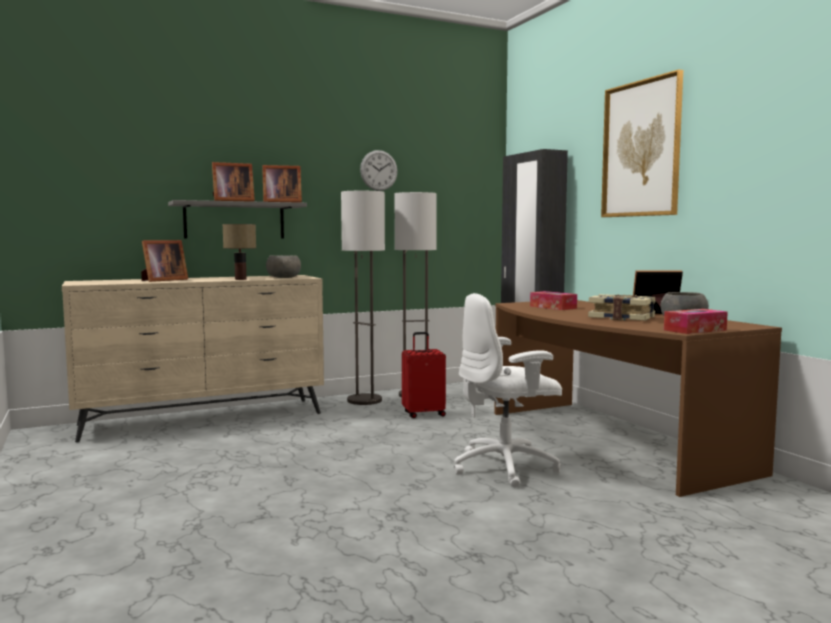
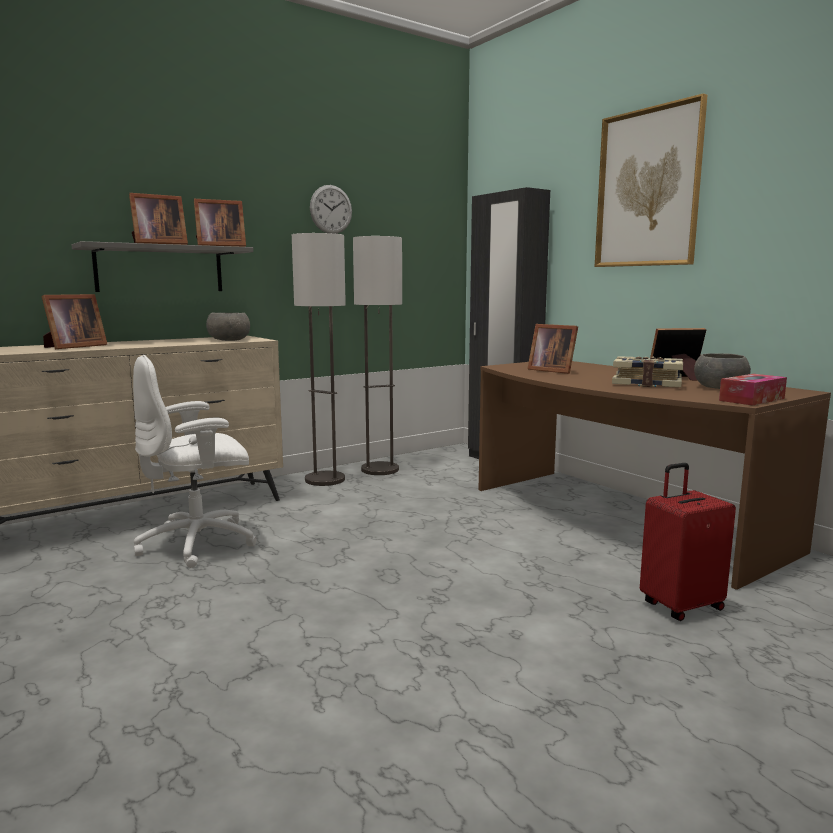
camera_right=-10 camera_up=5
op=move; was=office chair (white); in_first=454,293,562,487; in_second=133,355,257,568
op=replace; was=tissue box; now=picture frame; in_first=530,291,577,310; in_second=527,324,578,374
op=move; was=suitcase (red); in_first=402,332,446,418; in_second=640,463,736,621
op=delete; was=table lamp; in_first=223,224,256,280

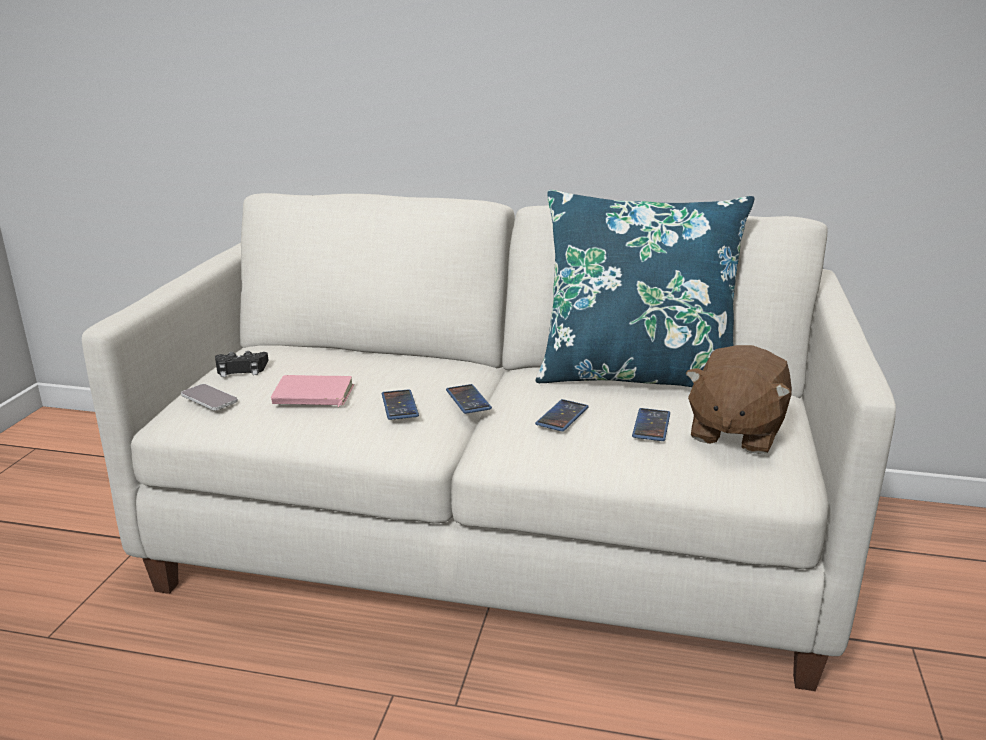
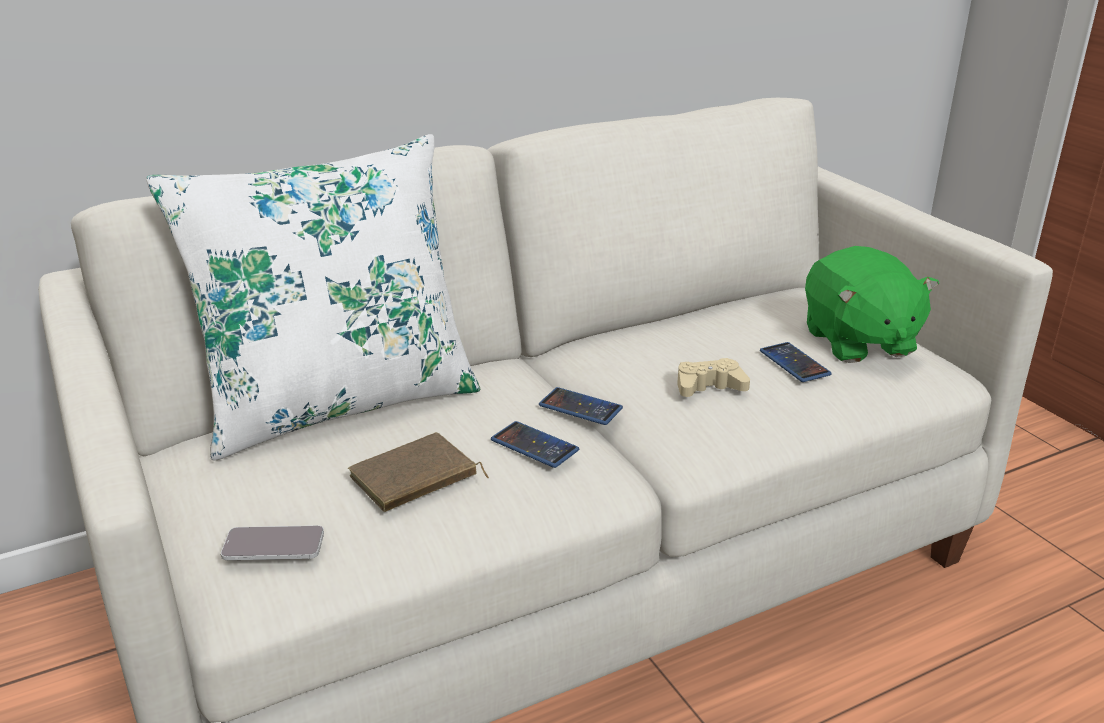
camera_right=-40 camera_up=5
op=insert; now=pillow (white); in_second=146,134,480,461
op=recolor; was=book (pink); now=book (brown); in_first=271,375,354,407; in_second=348,432,489,512
op=replace; was=phone; now=game controller (beige); in_first=535,399,589,432; in_second=677,358,750,397
op=recolor; was=plush toy (brown); now=plush toy (green); in_first=686,345,792,454; in_second=805,246,939,363
op=delete; was=game controller (black); in_first=215,351,268,377
op=delete; was=pillow (blue); in_first=535,190,755,387

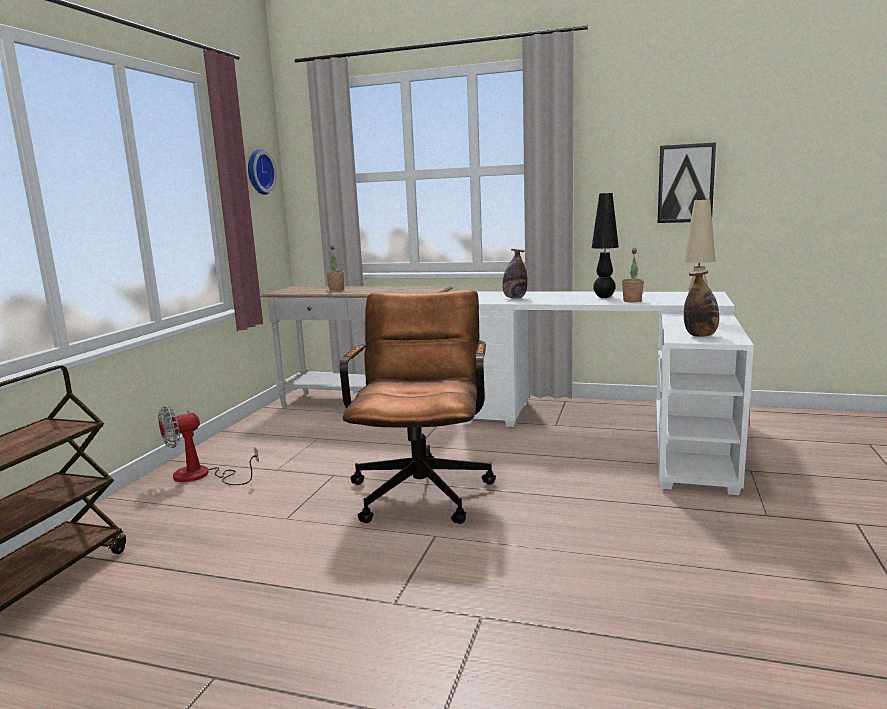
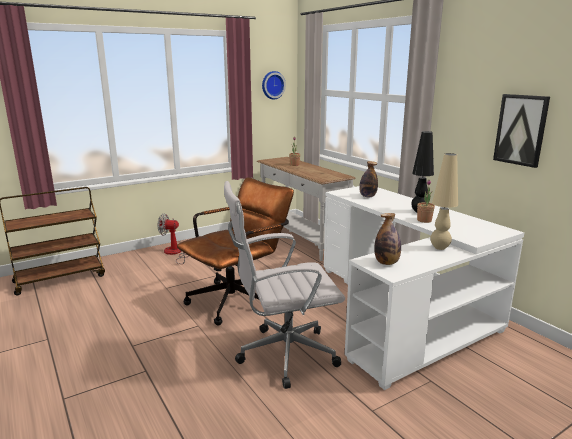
camera_right=40 camera_up=5
op=insert; now=office chair (white); in_second=224,181,345,389

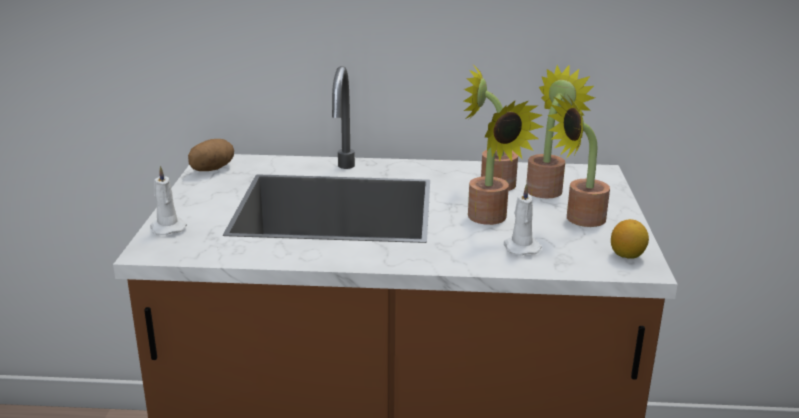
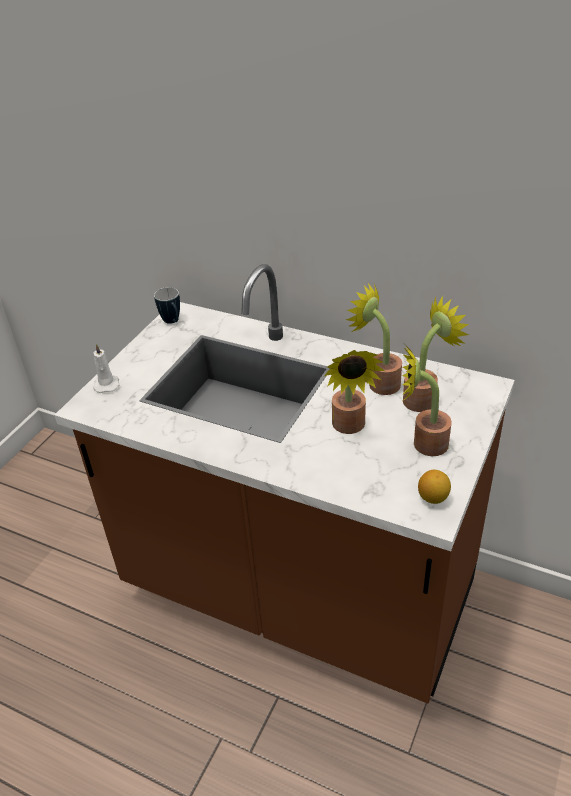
camera_right=25 camera_up=15
op=replace; was=potato; now=mug; in_first=188,139,234,171; in_second=154,287,180,324
op=delete; was=candle (white); in_first=504,183,542,256

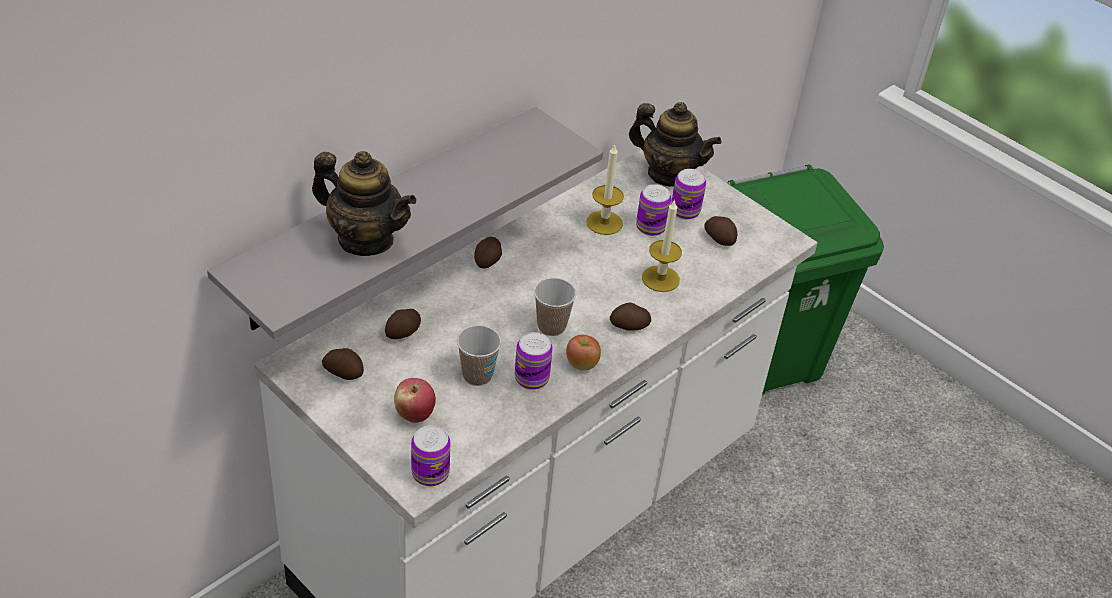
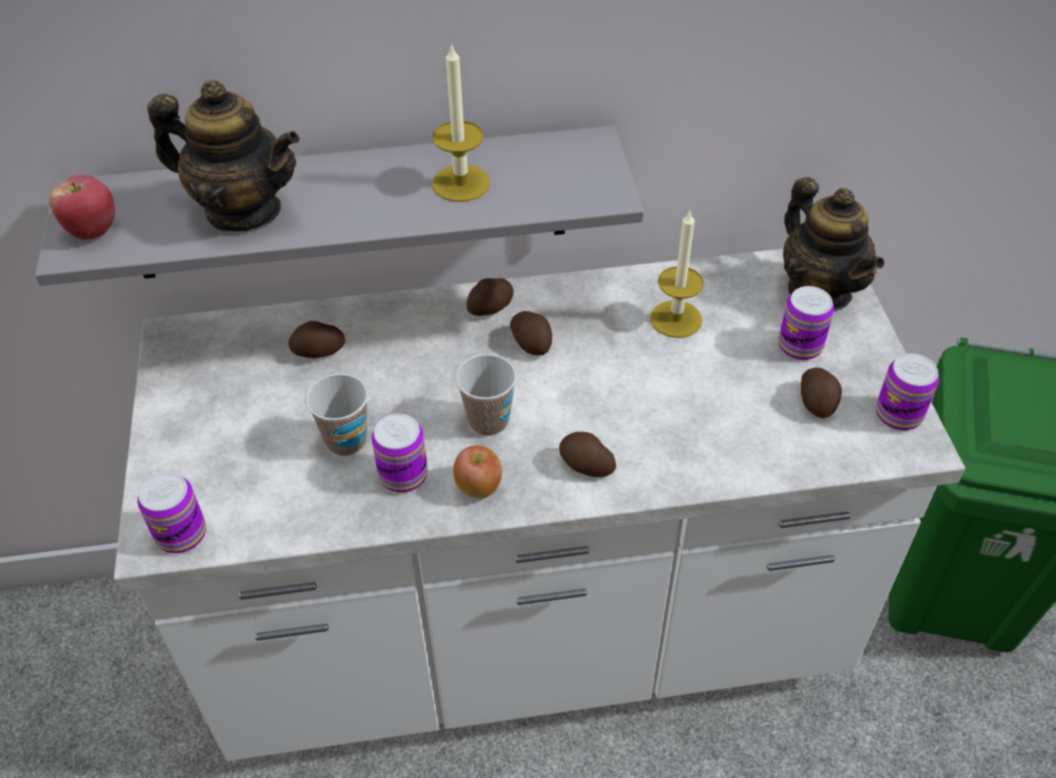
camera_right=40 camera_up=5
op=move; was=apple; in_first=394,378,436,423; in_second=49,175,115,240
op=rotate; was=teapot; in_first=312,151,417,256; in_second=148,80,300,232; clockwise=-45
op=move; was=candle; in_first=642,199,682,292; in_second=432,43,490,202
op=move; was=potato; in_first=322,348,364,380; in_second=510,311,552,355
op=move; was=can; in_first=636,184,672,236; in_second=876,353,939,431

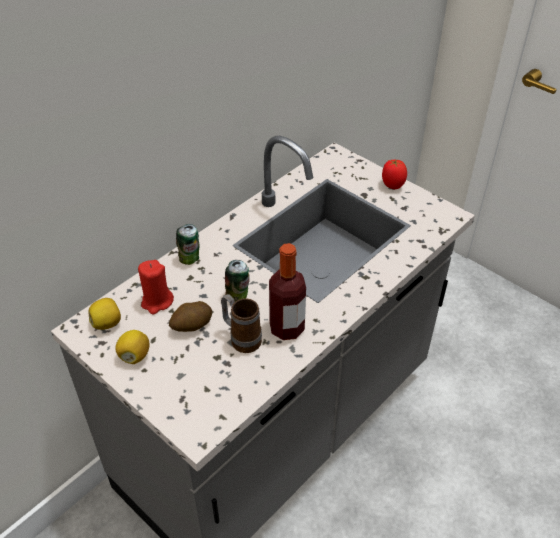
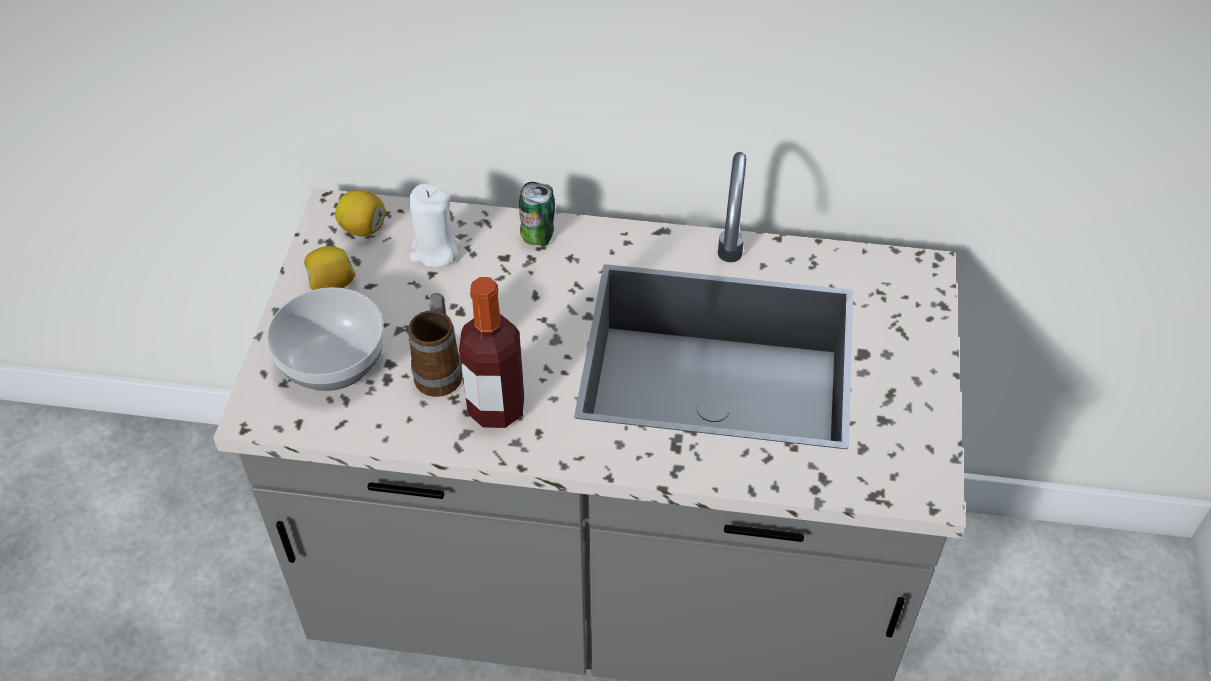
camera_right=55 camera_up=5
op=insert; now=bowl; in_second=267,287,384,391
op=recolor; was=candle (red); now=candle (white); in_first=138,260,174,314; in_second=409,184,460,267
op=delete; was=potato; in_first=169,301,212,332
op=delete; was=can; in_first=225,260,250,302
op=delete; was=tomato; in_first=382,160,407,189

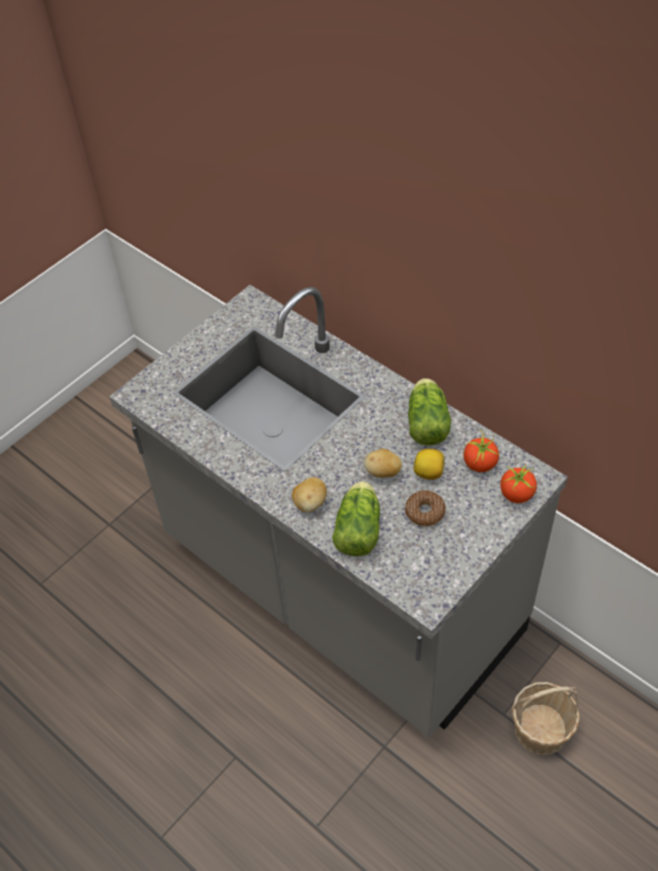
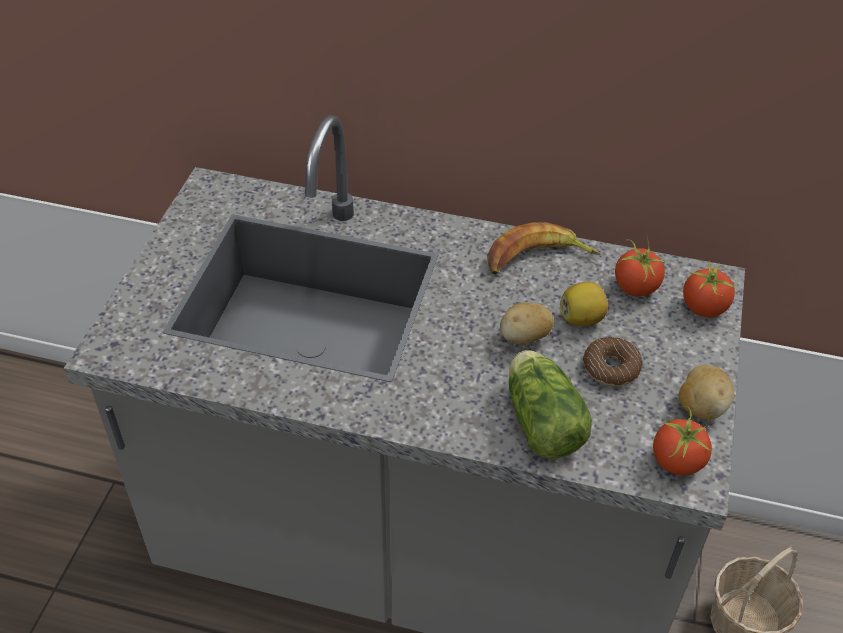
camera_right=-30 camera_up=-5
op=replace; was=lettuce; now=banana; in_first=408,378,451,446; in_second=487,222,601,275
op=insert; now=tomato; in_second=653,406,712,475
op=move; was=potato; in_first=292,477,327,513; in_second=679,365,734,420

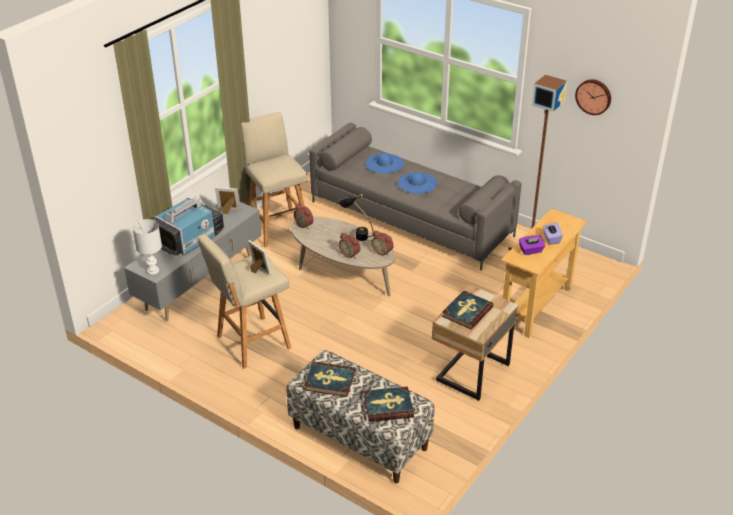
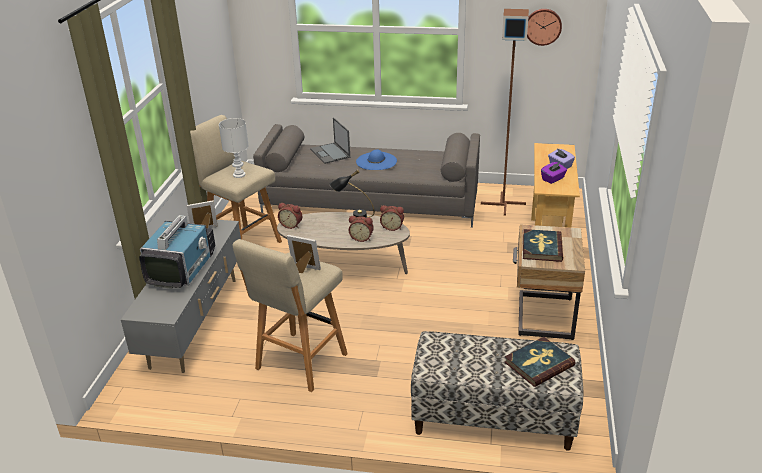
camera_right=-25 camera_up=-5
op=move; was=table lamp (white); in_first=133,219,162,275; in_second=219,118,249,178
op=replace; was=hat (blue); now=laptop; in_first=366,153,404,174; in_second=310,117,350,164
op=delete; was=book; in_first=304,361,355,397

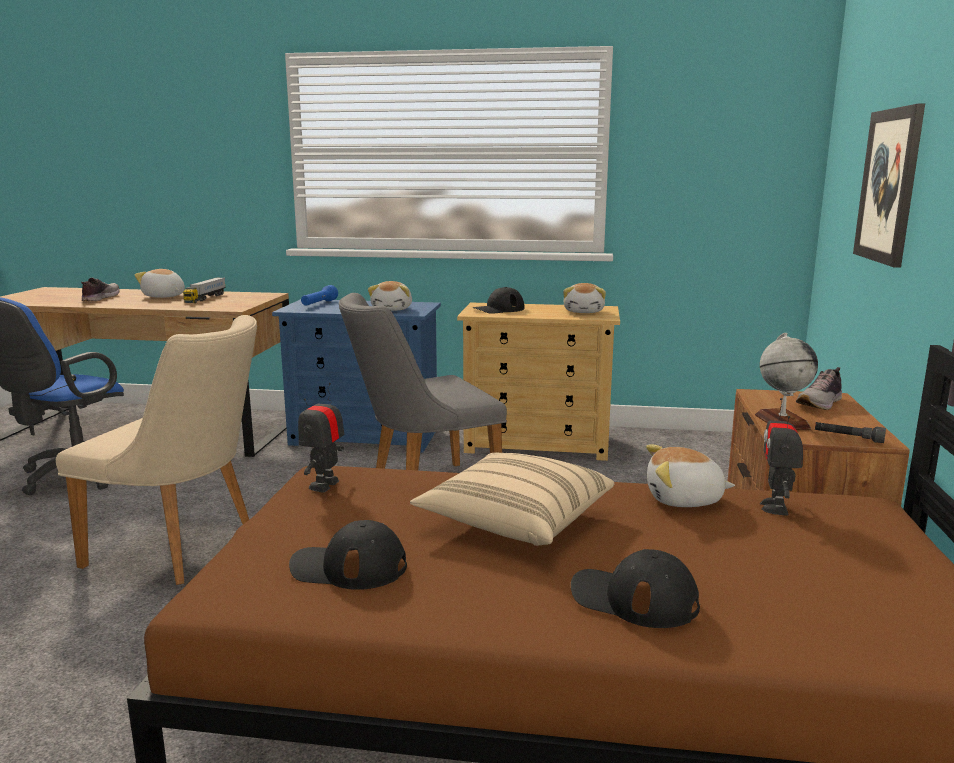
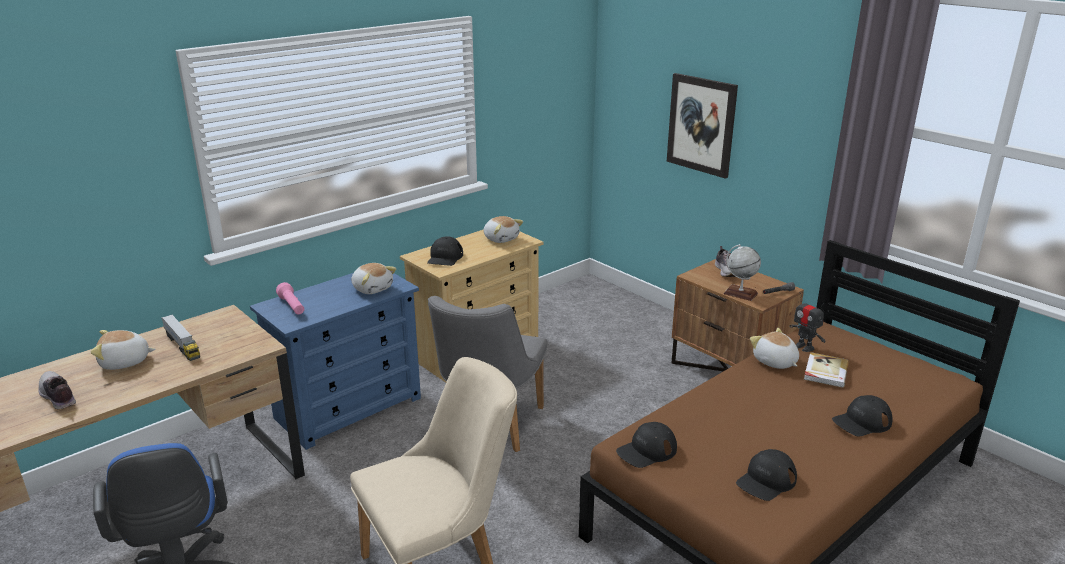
camera_right=-50 camera_up=10
op=recolor; was=flashlight (blue); now=flashlight (pink); in_first=301,285,338,305; in_second=276,282,304,314
op=replace; was=toy robot; now=cap (black); in_first=298,383,344,492; in_second=616,422,677,468
op=rotate; was=plush toy; in_first=646,444,735,507; in_second=750,328,799,369; clockwise=105
op=insert; now=book; in_second=804,352,849,388
op=delete; was=pillow (beige); in_first=410,453,615,546

